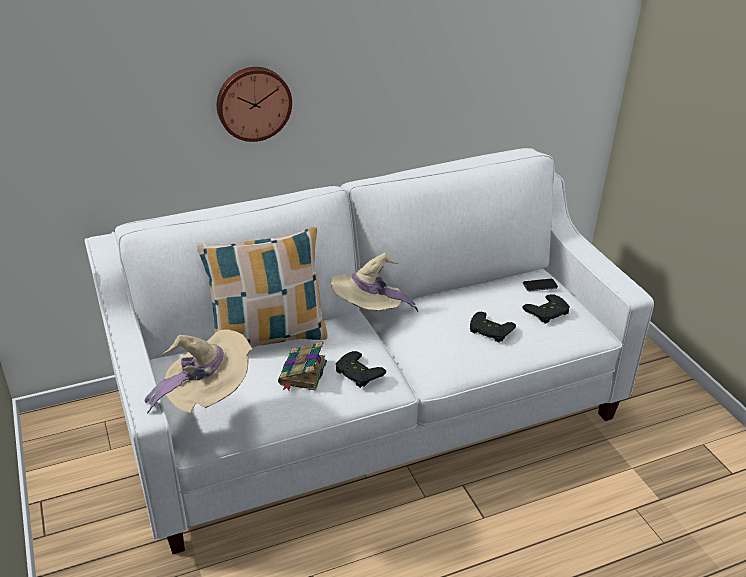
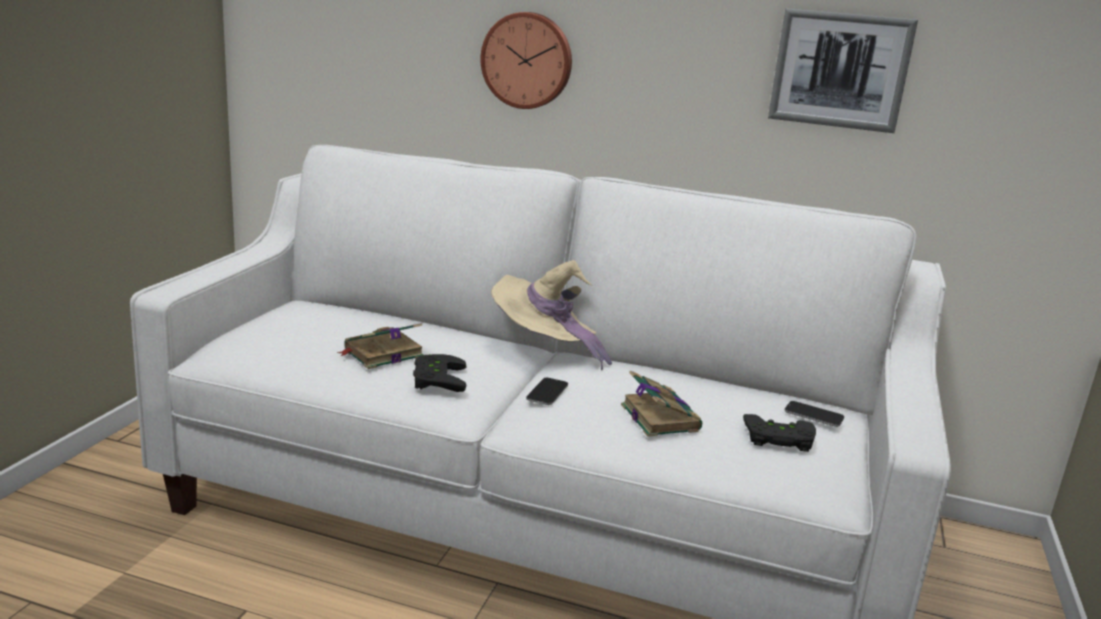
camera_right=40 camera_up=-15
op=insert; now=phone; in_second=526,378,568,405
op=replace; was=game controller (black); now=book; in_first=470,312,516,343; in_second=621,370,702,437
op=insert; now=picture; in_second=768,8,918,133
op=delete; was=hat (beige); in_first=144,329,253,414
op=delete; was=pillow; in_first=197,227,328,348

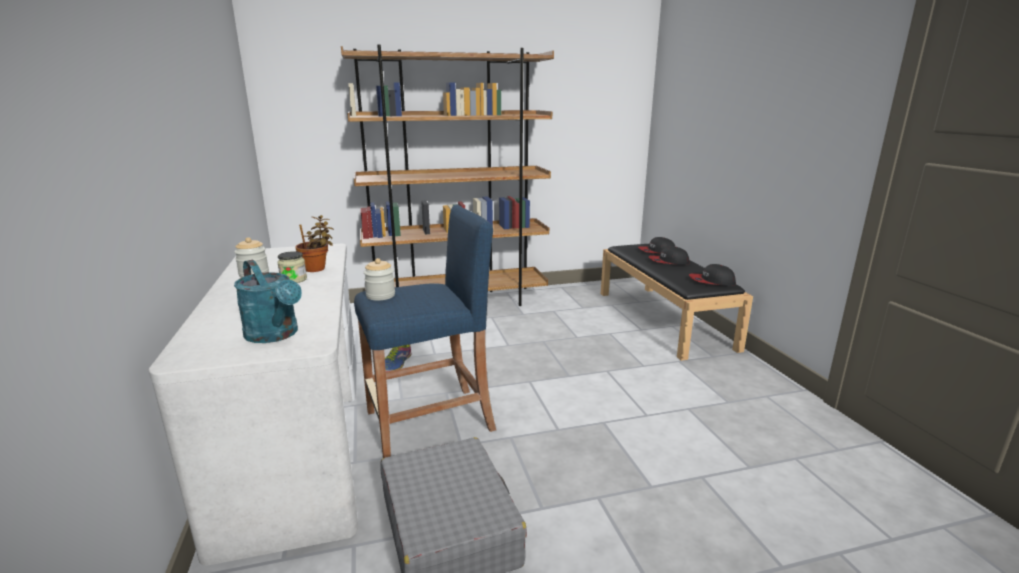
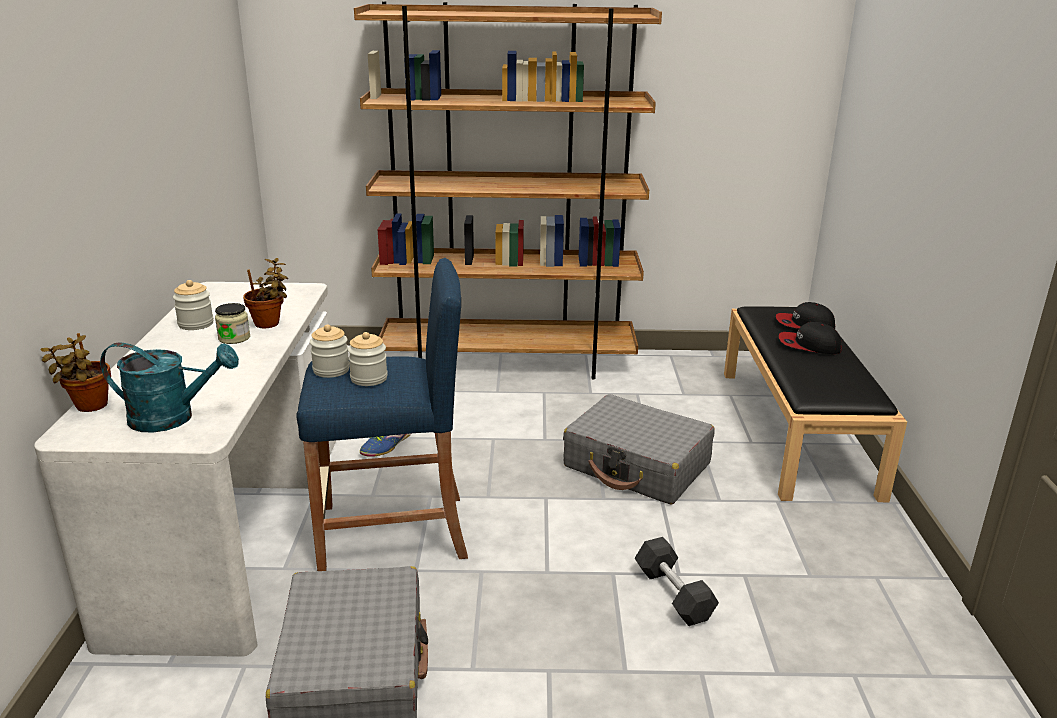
camera_right=15 camera_up=5
op=insert; now=potted plant; in_second=41,333,111,412
op=rotate; was=watering can (turquoise); in_first=234,260,302,343; in_second=100,342,239,433; clockwise=-60
op=insert; now=jar; in_second=348,332,388,386
op=insert; now=suitcase (grey); in_second=563,394,715,504
op=insert; now=dumbbell (black); in_second=635,537,719,626
op=delete; was=cap; in_first=689,264,736,286

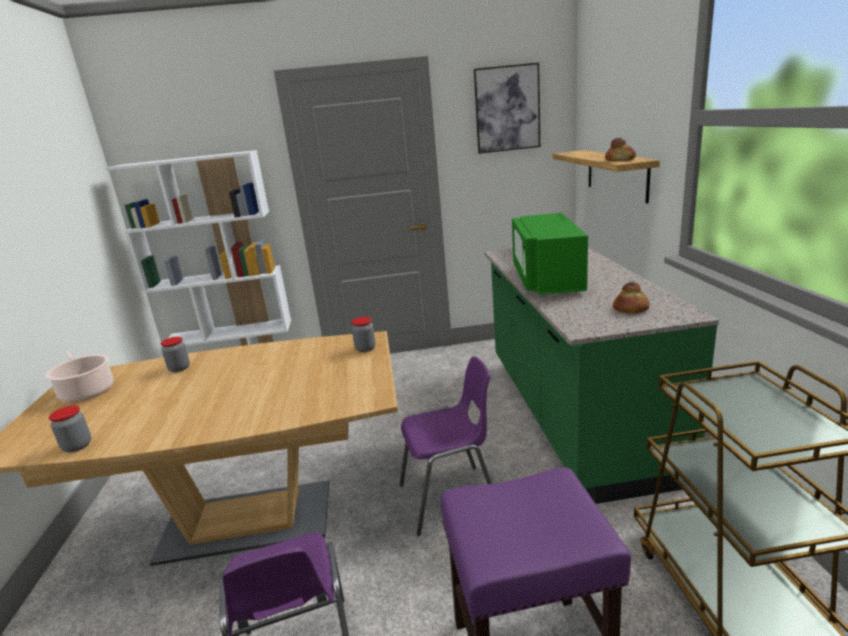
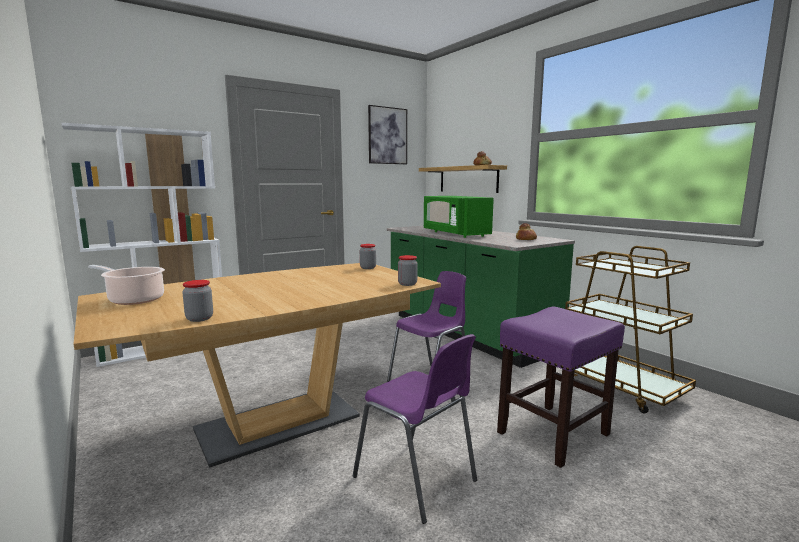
camera_right=-30 camera_up=-10
op=move; was=jar; in_first=161,337,190,372; in_second=398,255,418,286

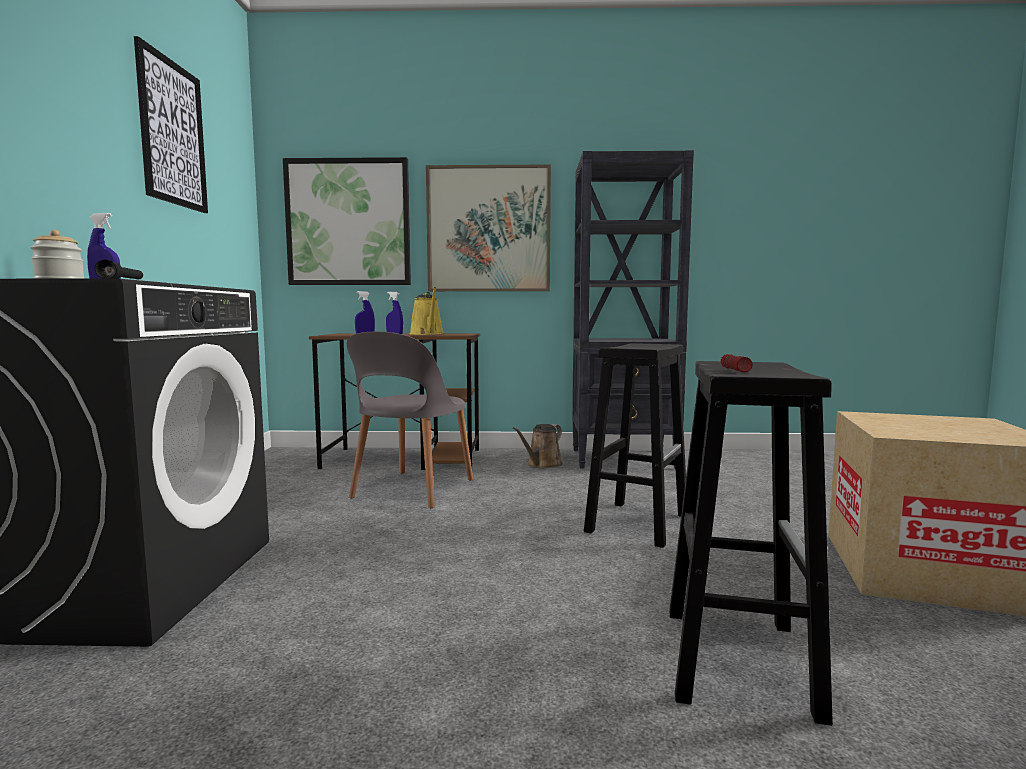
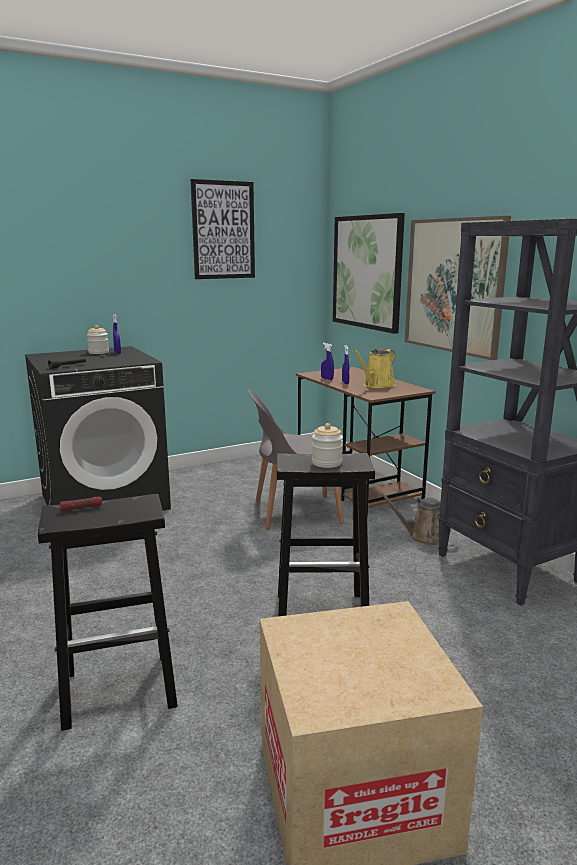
camera_right=60 camera_up=10
op=insert; now=jar; in_second=312,423,343,468

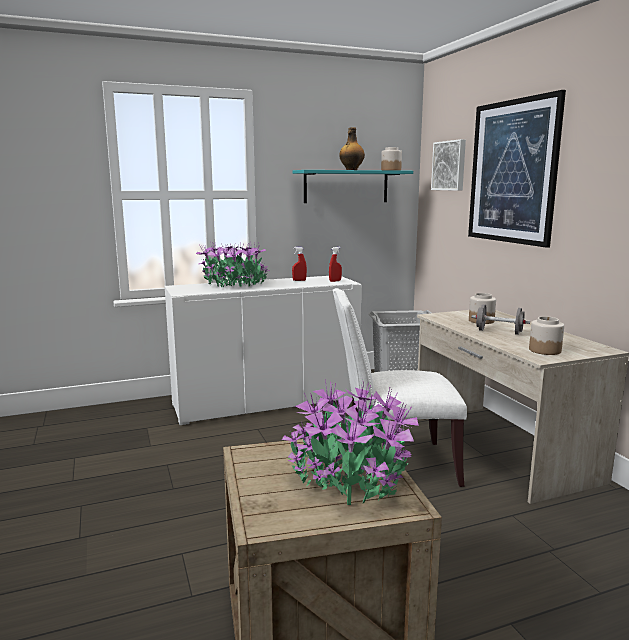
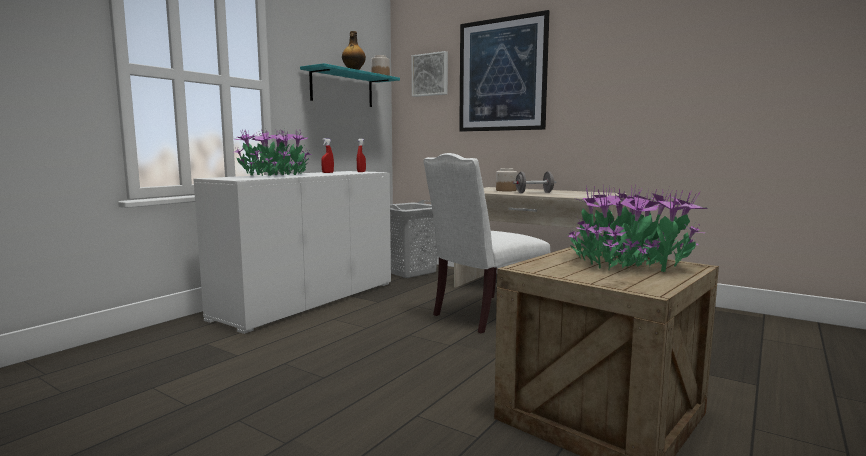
camera_right=-35 camera_up=-5
op=delete; was=jar; in_first=529,316,564,355

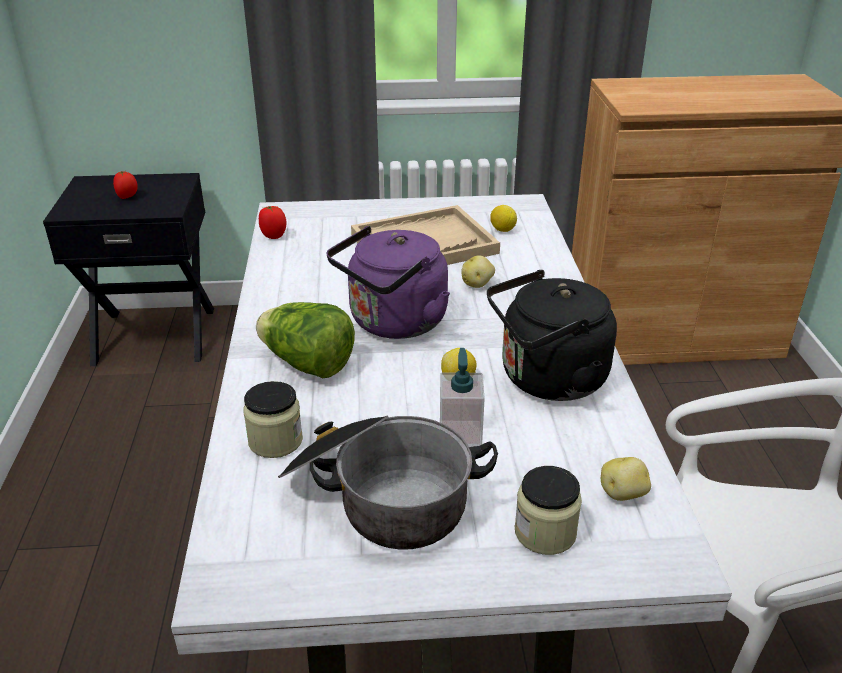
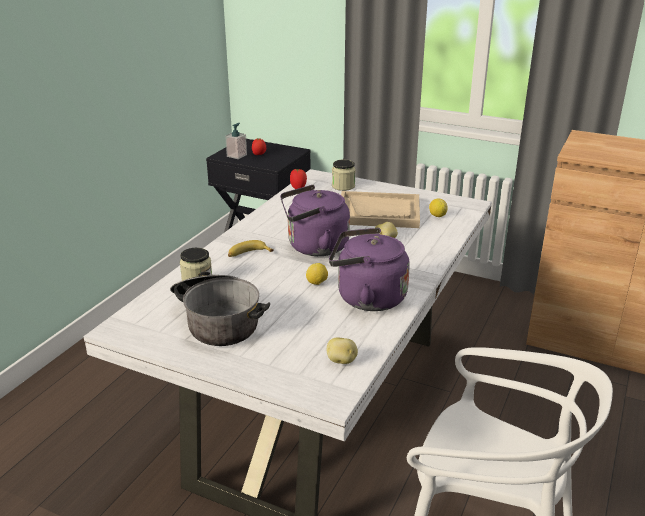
camera_right=30 camera_up=-5
op=move; was=soap dispenser; in_first=440,348,485,447; in_second=225,123,247,159
op=replace; was=lettuce; now=banana; in_first=256,302,355,378; in_second=228,240,274,257
op=recolor; was=kettle (black); now=kettle (purple); in_first=487,270,617,401; in_second=329,228,410,311
op=move; was=jar; in_first=515,466,582,555; in_second=332,160,356,191

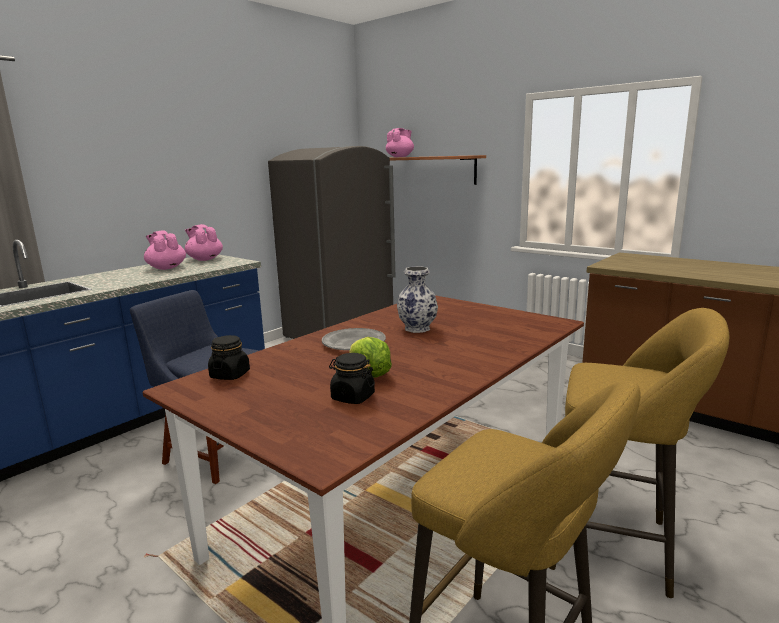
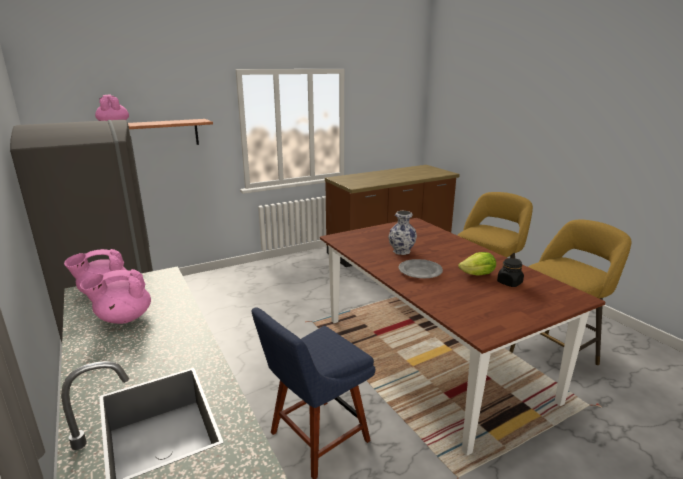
camera_right=-70 camera_up=5
op=delete; was=jar (black); in_first=208,335,250,380

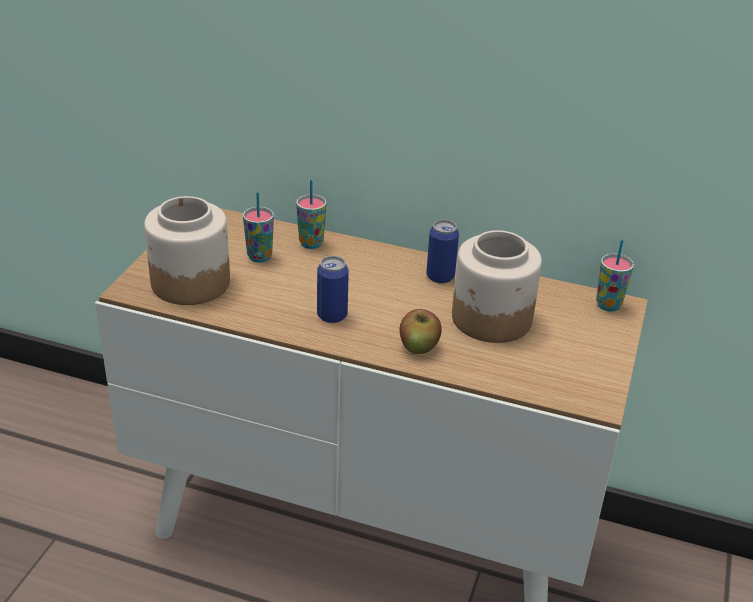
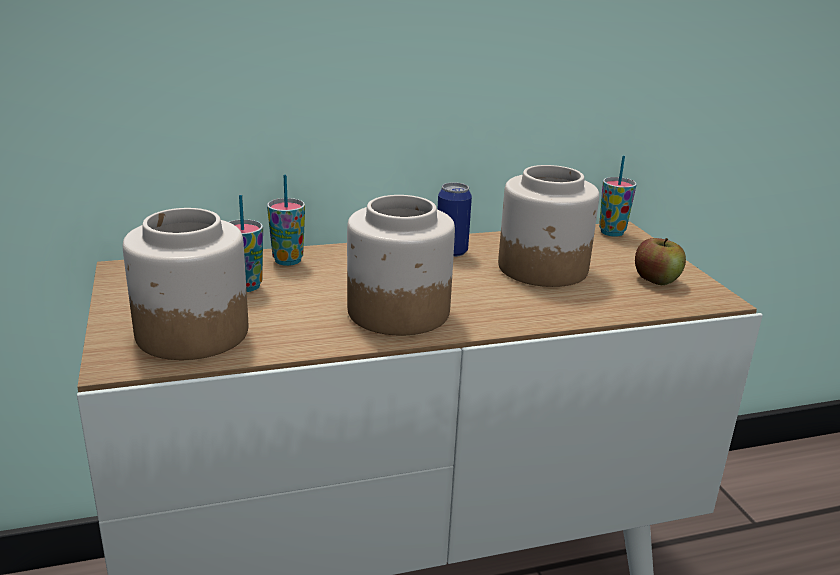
camera_right=-35 camera_up=-10
op=replace; was=can; now=jar; in_first=317,256,349,323; in_second=347,195,455,335
op=move; was=apple; in_first=400,309,442,354; in_second=635,238,686,285

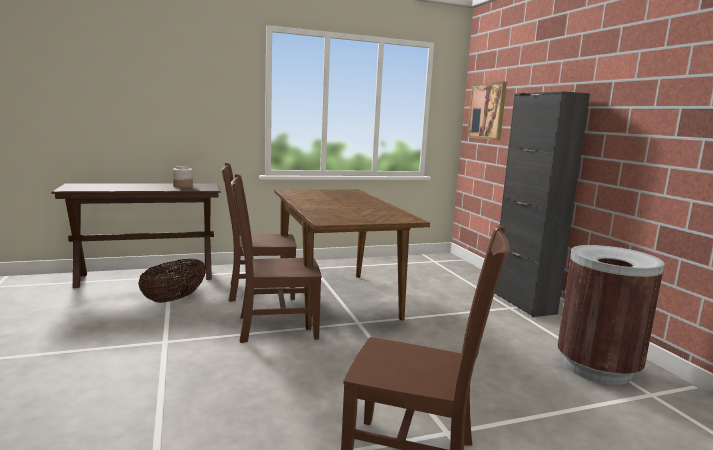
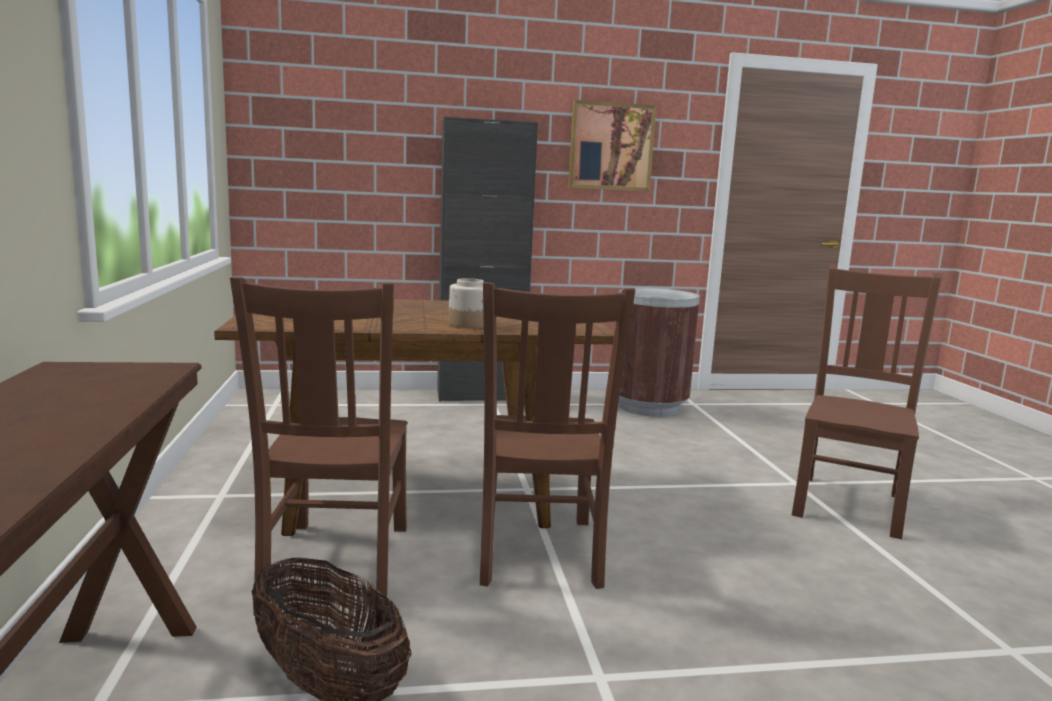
camera_right=-80 camera_up=0
op=move; was=jar; in_first=173,166,193,188; in_second=449,278,484,328
op=move; was=picture; in_first=467,82,507,140; in_second=568,100,657,191

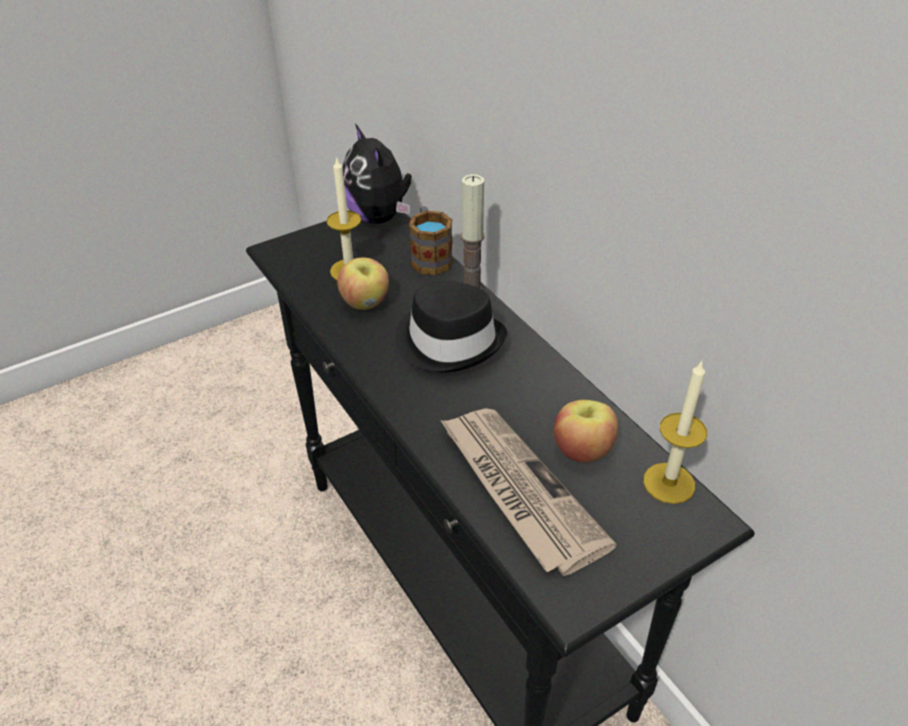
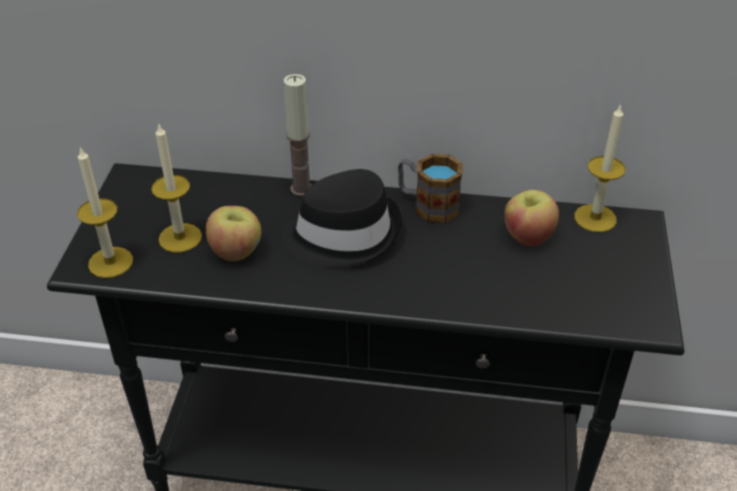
camera_right=-50 camera_up=0
op=insert; now=candle; in_second=77,146,133,278
op=move; was=mug; in_first=409,206,453,276; in_second=398,154,462,223
op=delete; was=plush toy; in_first=343,124,412,224
op=delete; was=newspaper; in_first=440,408,617,576

